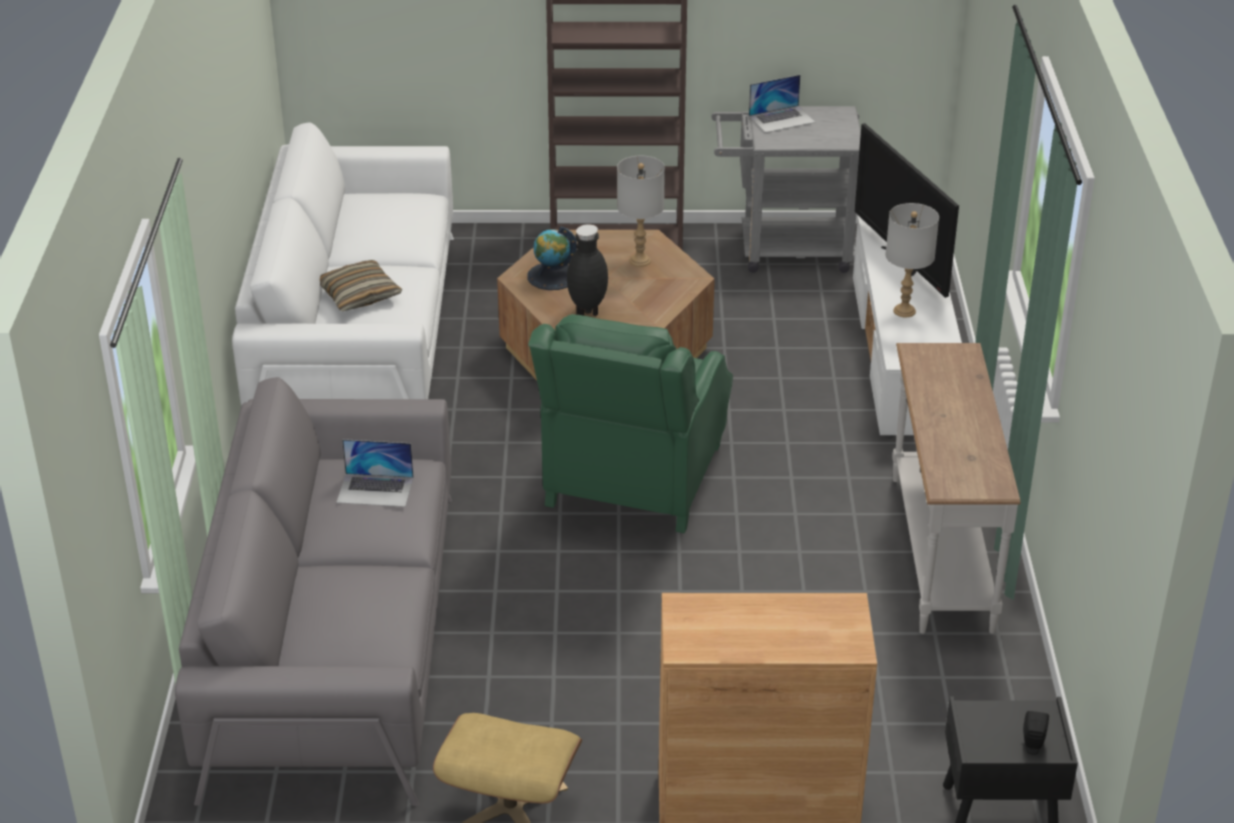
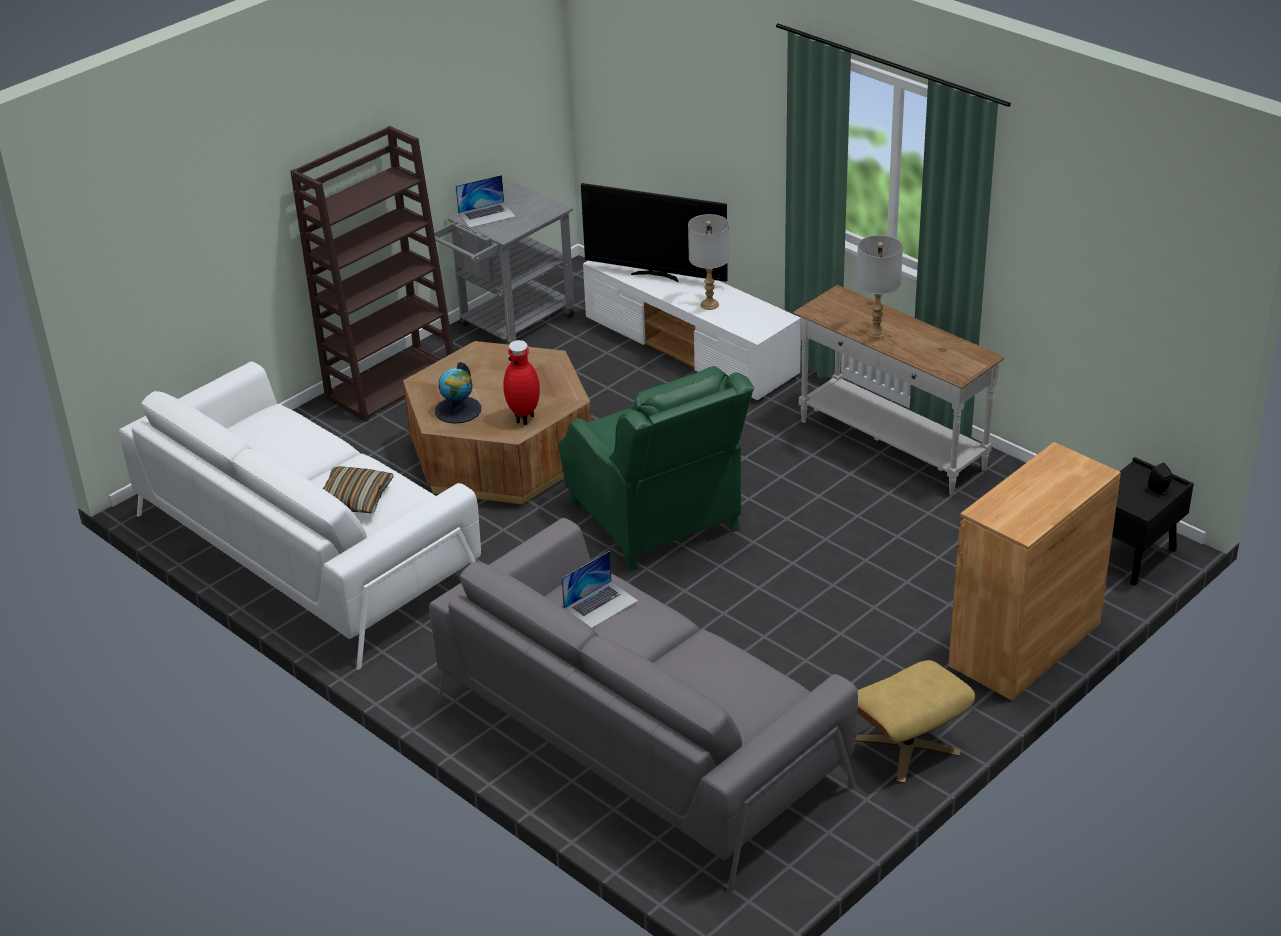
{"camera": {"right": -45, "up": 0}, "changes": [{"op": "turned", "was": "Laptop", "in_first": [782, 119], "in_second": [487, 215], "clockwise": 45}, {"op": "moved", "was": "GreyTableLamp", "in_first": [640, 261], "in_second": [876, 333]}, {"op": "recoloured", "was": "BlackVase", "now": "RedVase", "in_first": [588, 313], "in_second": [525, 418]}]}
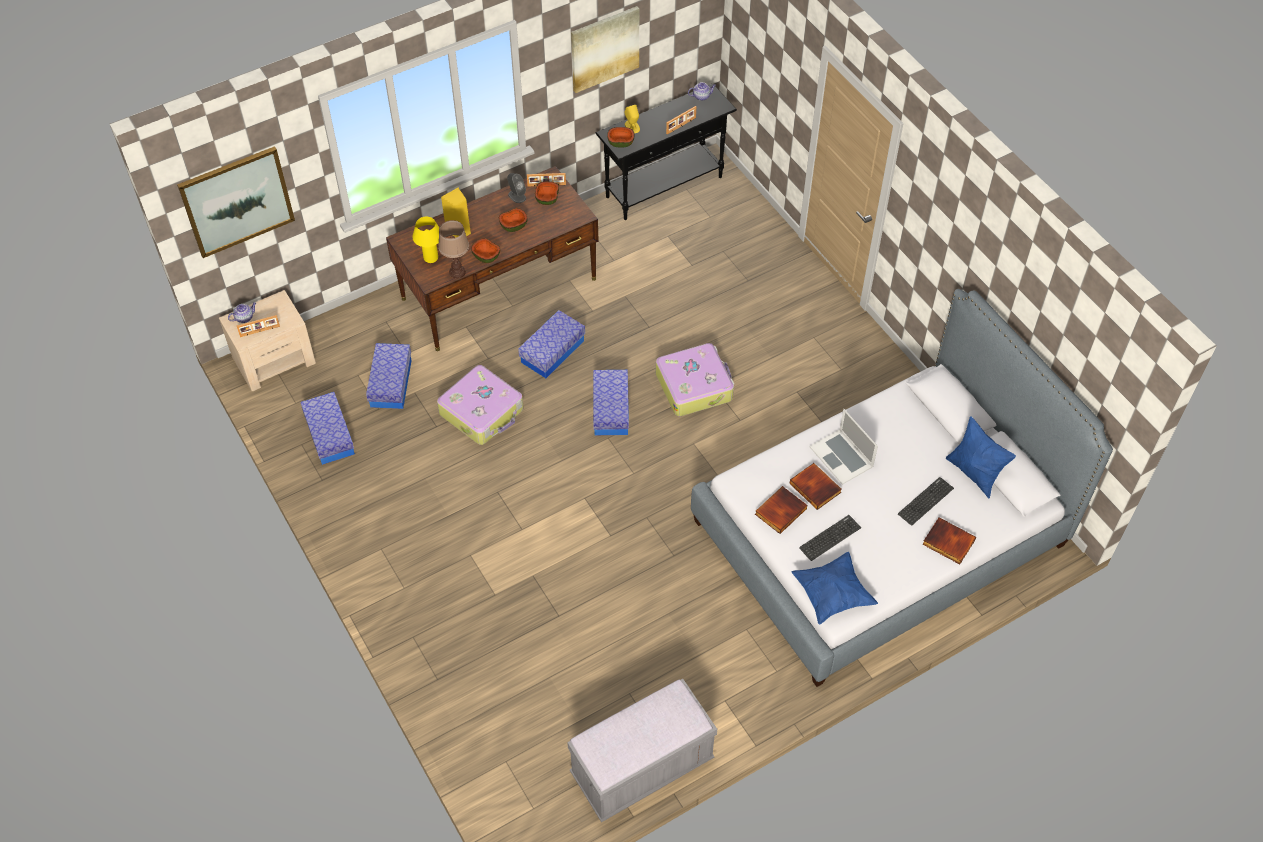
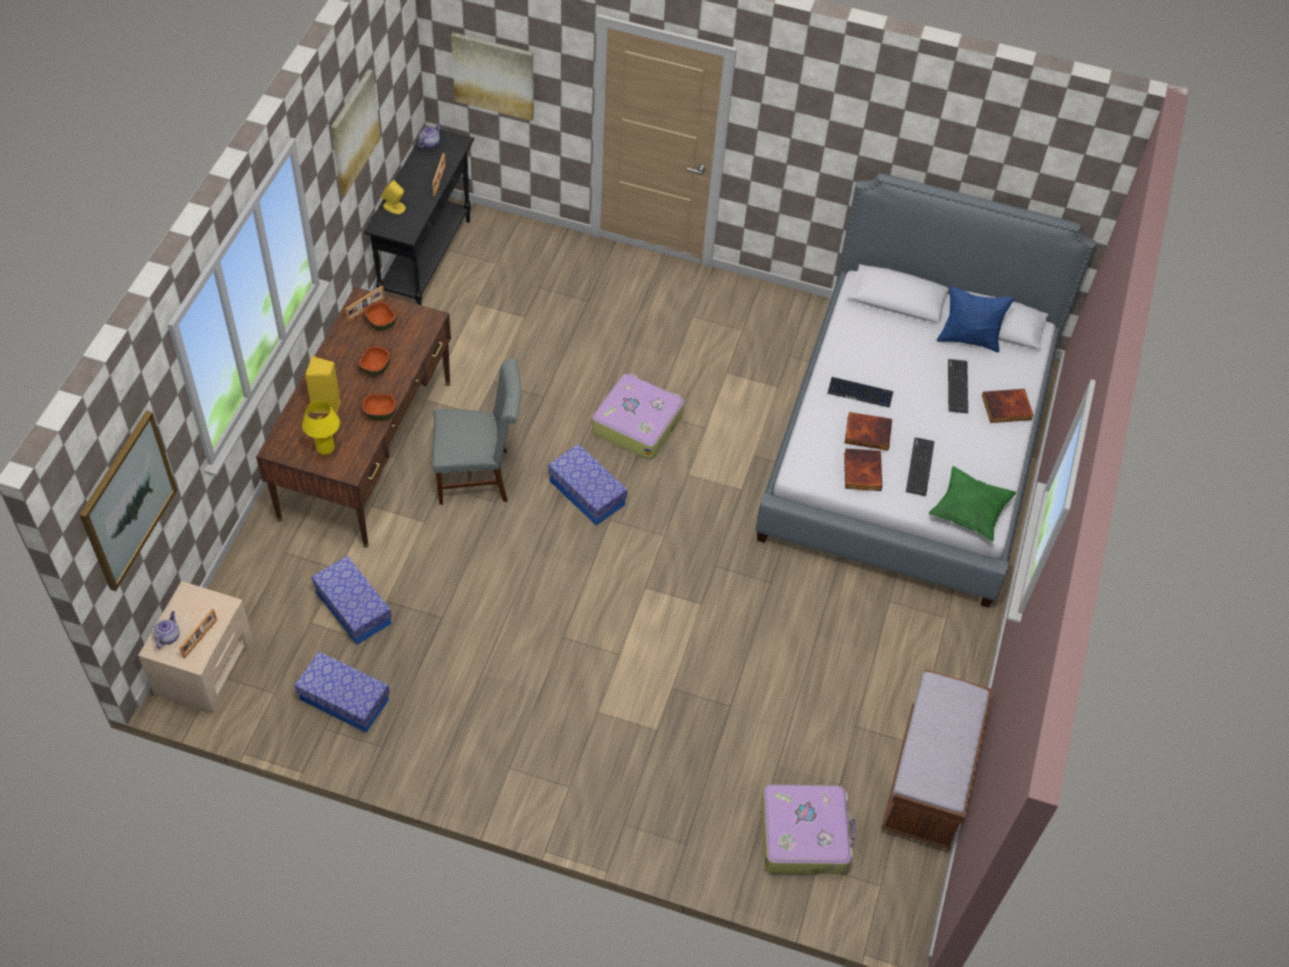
{"camera": {"right": -45, "up": 0}, "changes": [{"op": "removed", "was": "Bowl", "in_first": [620, 143]}, {"op": "removed", "was": "GreySpeaker", "in_first": [516, 196]}, {"op": "removed", "was": "BrownTableLamp", "in_first": [457, 272]}, {"op": "replaced", "was": "StorageBox", "now": "GreyChair", "in_first": [552, 352], "in_second": [479, 475]}, {"op": "moved", "was": "Suitcase", "in_first": [482, 412], "in_second": [804, 835]}, {"op": "replaced", "was": "Laptop", "now": "Keyboard", "in_first": [841, 456], "in_second": [860, 393]}, {"op": "recoloured", "was": "BluePillow", "now": "GreenPillow", "in_first": [832, 595], "in_second": [969, 512]}, {"op": "recoloured", "was": "GreyBench", "now": "BrownBench", "in_first": [642, 768], "in_second": [928, 779]}, {"op": "added", "now": "Picture", "in_second": [494, 75]}]}
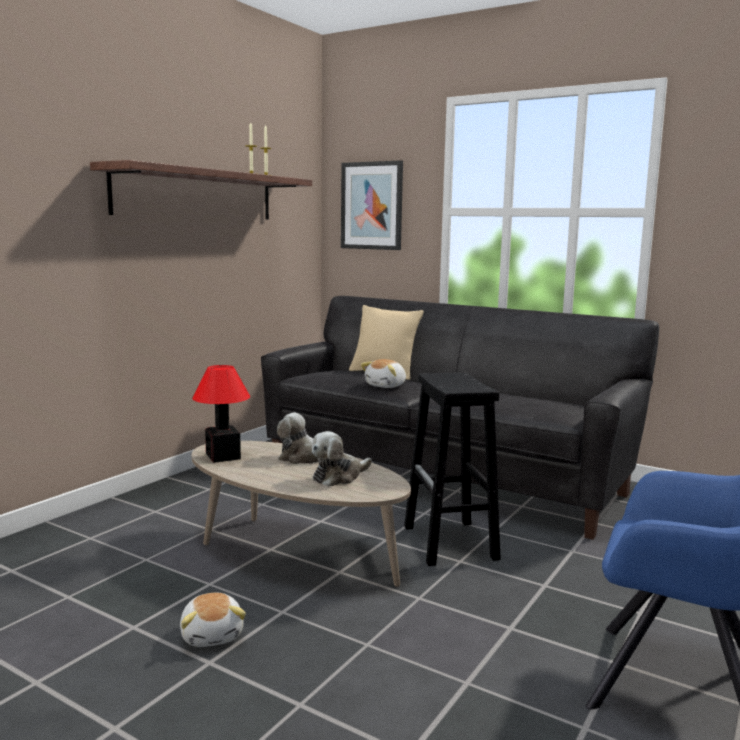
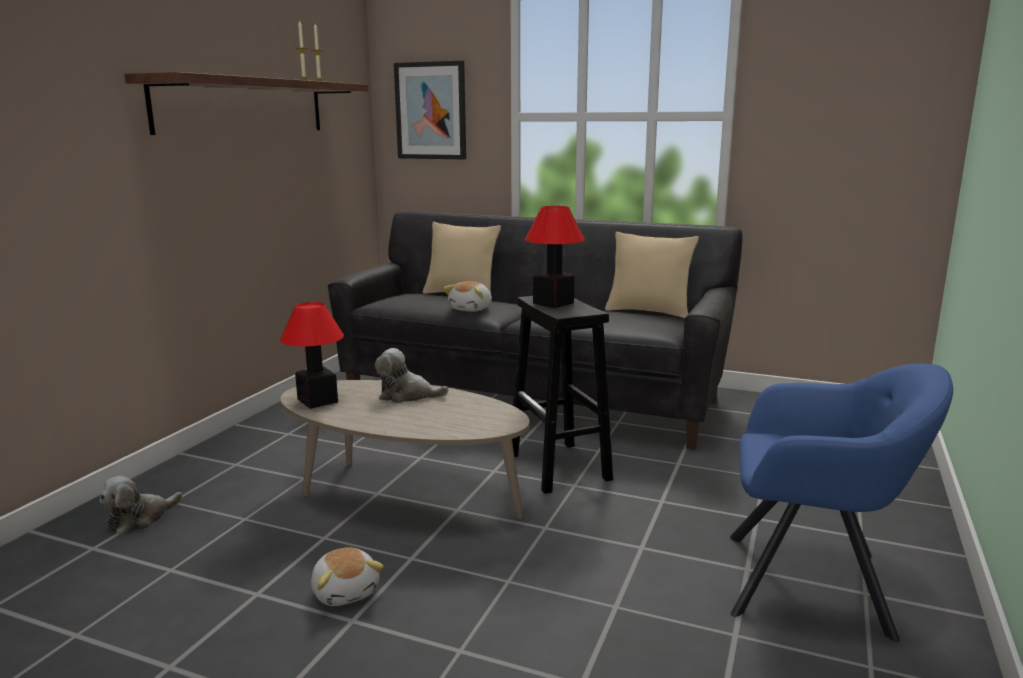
{"camera": {"right": -10, "up": 5}, "changes": [{"op": "moved", "was": "PlushToy", "in_first": [339, 477], "in_second": [140, 519]}, {"op": "added", "now": "TableLamp", "in_second": [554, 303]}, {"op": "added", "now": "BeigePillow", "in_second": [648, 312]}]}
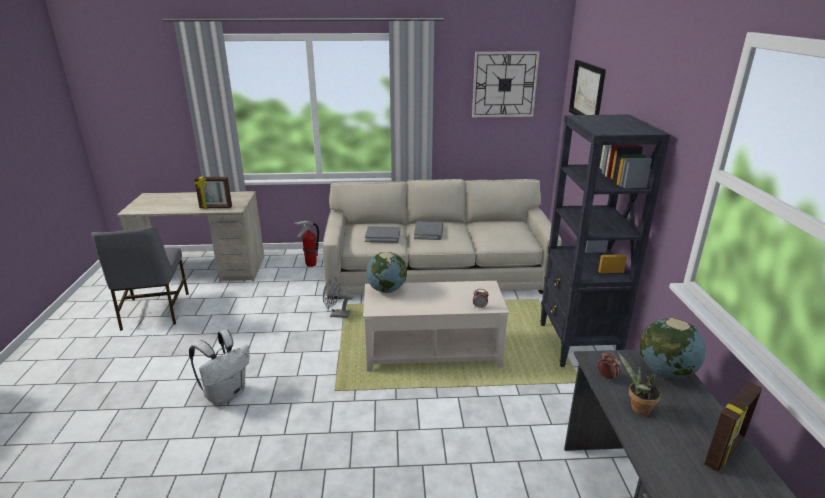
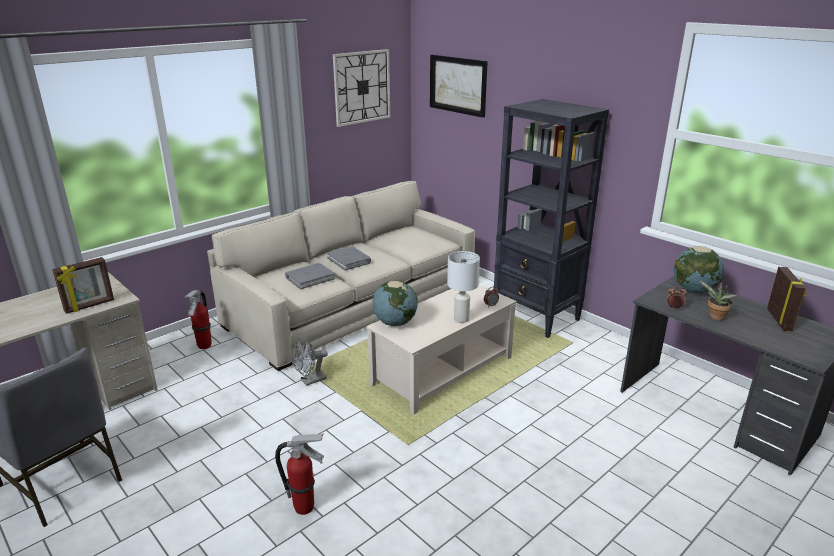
{"camera": {"right": -40, "up": 0}, "changes": [{"op": "replaced", "was": "WhiteBackpack", "now": "FireExtinguisher", "in_first": [226, 394], "in_second": [305, 508]}, {"op": "added", "now": "WhiteTableLamp", "in_second": [461, 319]}]}
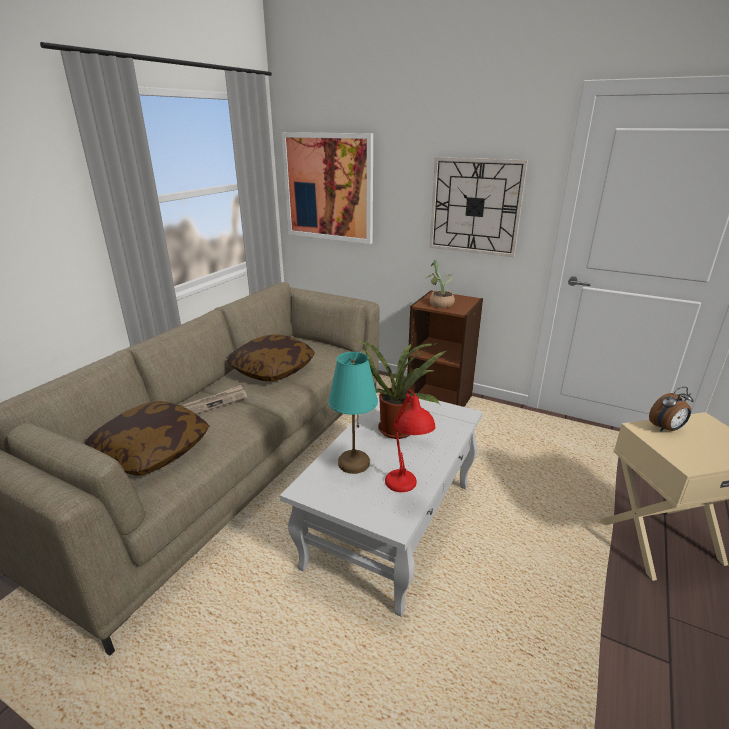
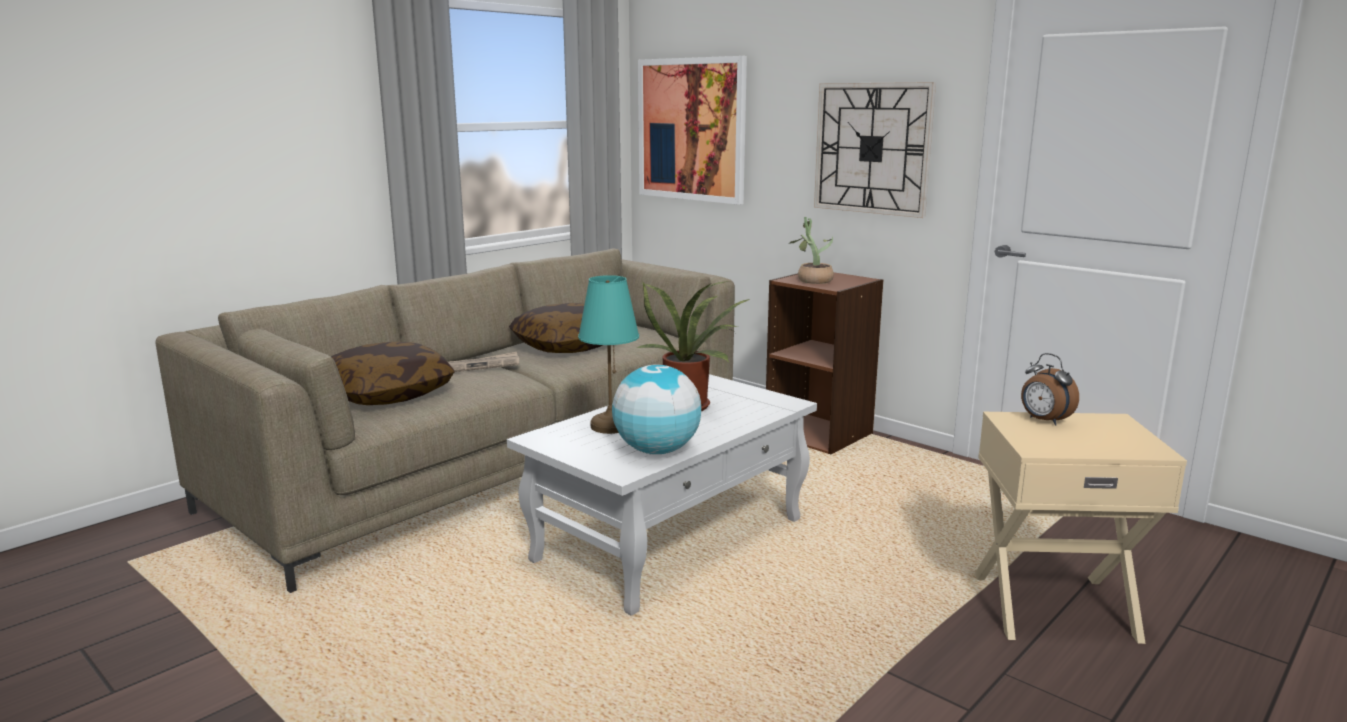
{"camera": {"right": 15, "up": -10}, "changes": [{"op": "turned", "was": "AlarmClock", "in_first": [666, 429], "in_second": [1044, 421], "clockwise": 60}, {"op": "replaced", "was": "RedTableLamp", "now": "Globe", "in_first": [406, 490], "in_second": [657, 451]}]}
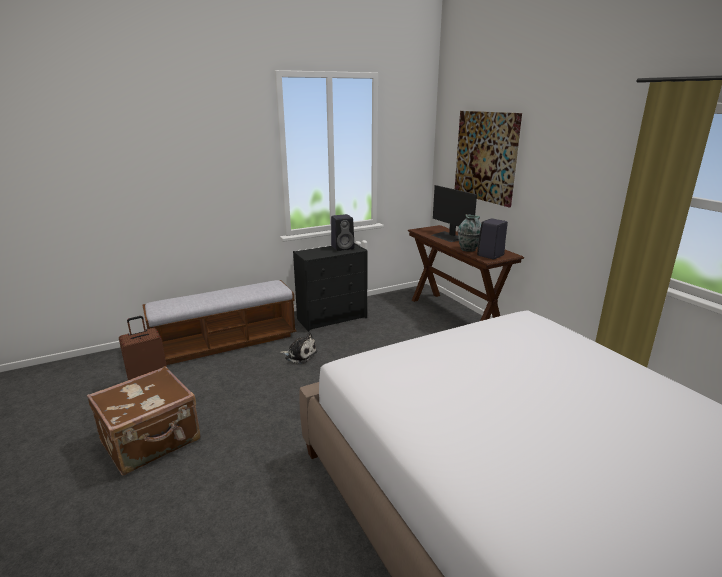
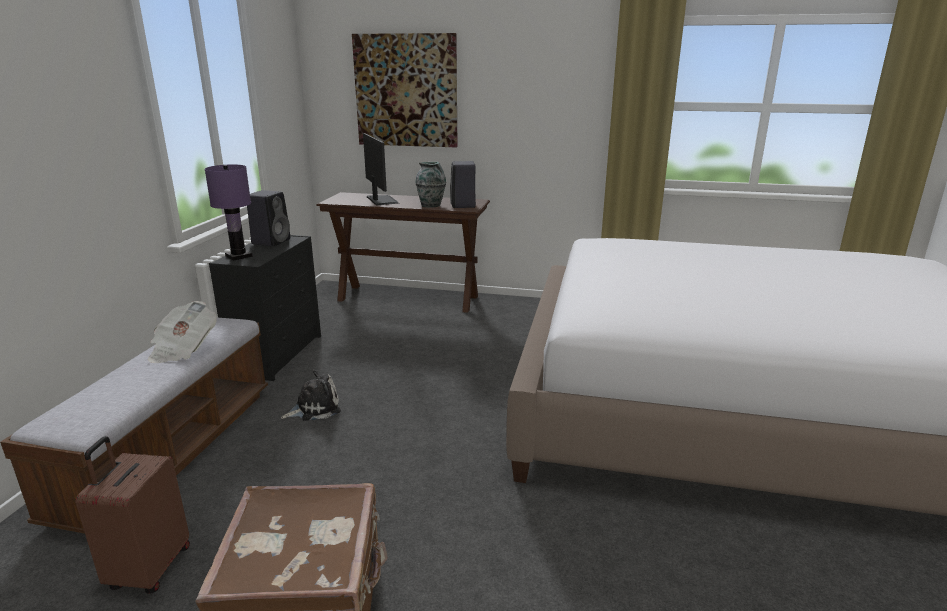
{"camera": {"right": -50, "up": 0}, "changes": [{"op": "turned", "was": "Monitor", "in_first": [448, 237], "in_second": [381, 200], "clockwise": -120}, {"op": "added", "now": "PurpleTableLamp", "in_second": [239, 256]}, {"op": "added", "now": "Newspaper", "in_second": [183, 349]}]}
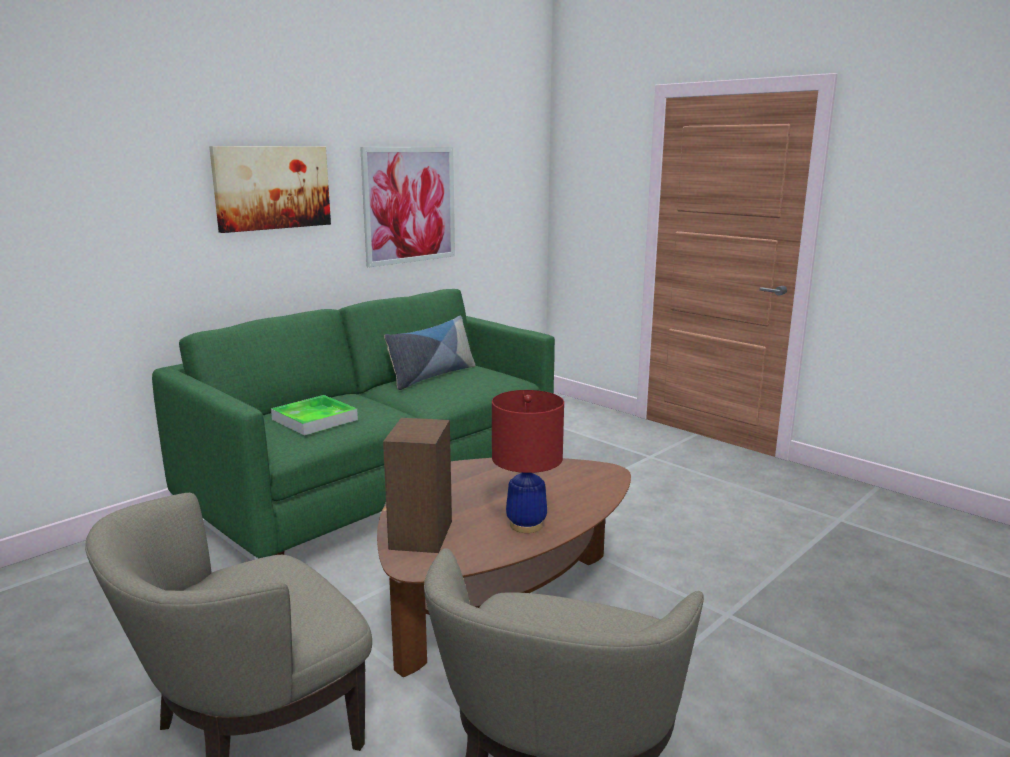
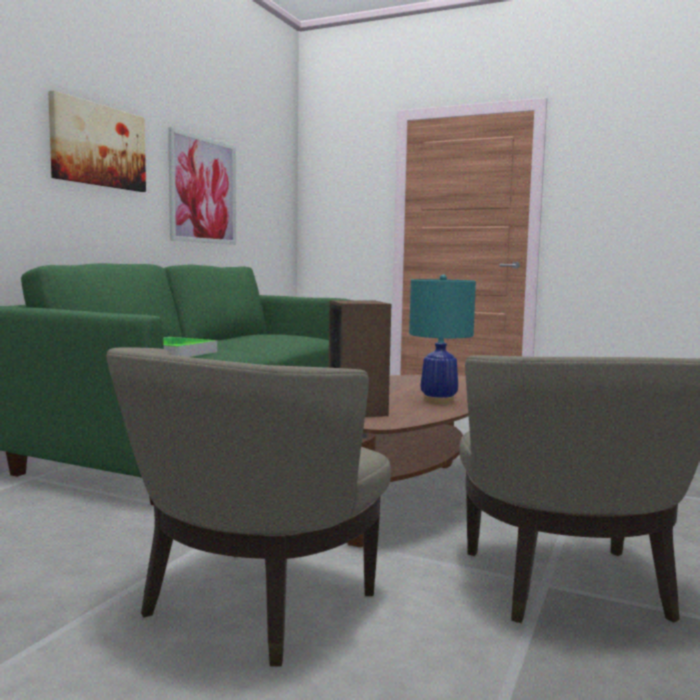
{"camera": {"right": -20, "up": -10}, "changes": [{"op": "removed", "was": "Pillow", "in_first": [432, 376]}, {"op": "recoloured", "was": "RedTableLamp", "now": "TurquoiseTableLamp", "in_first": [526, 525], "in_second": [438, 400]}]}
